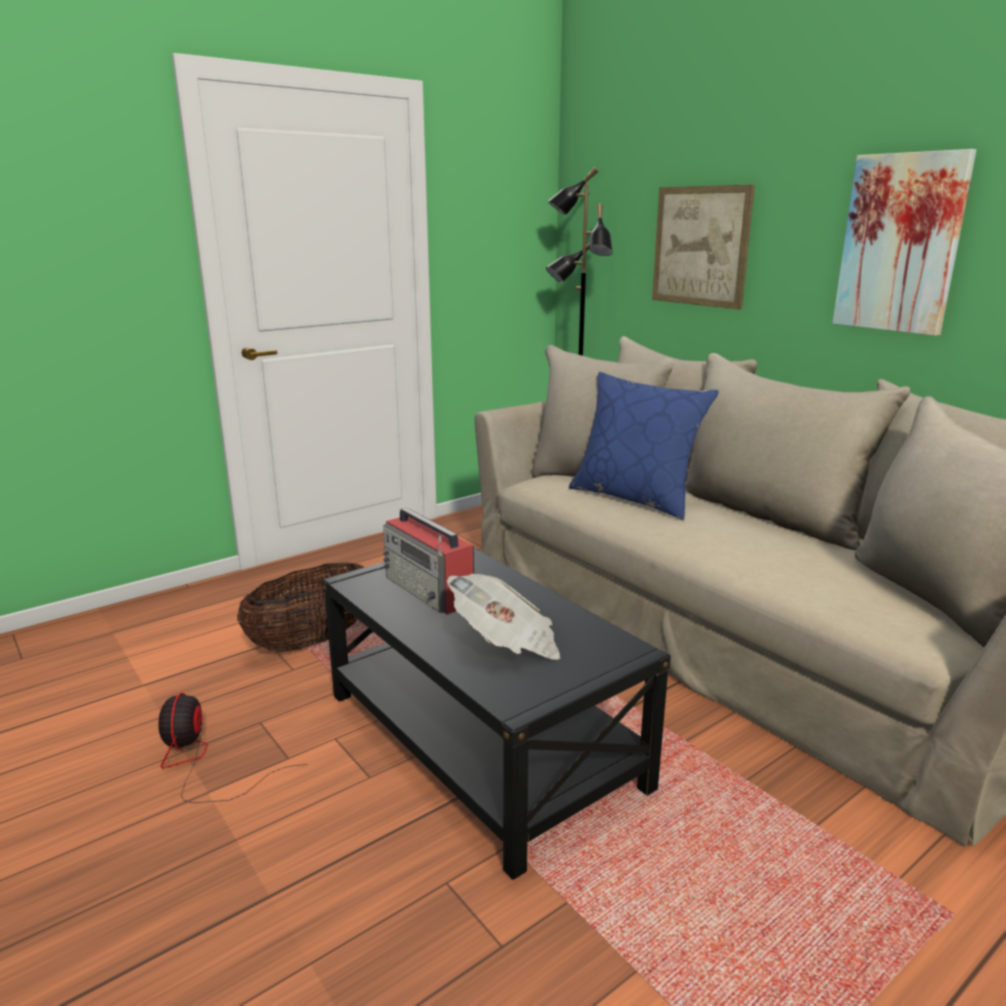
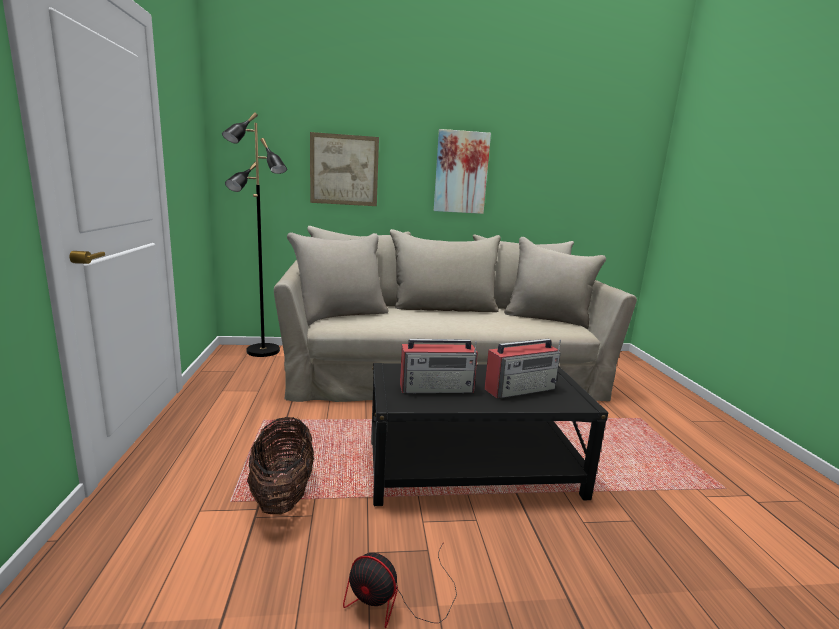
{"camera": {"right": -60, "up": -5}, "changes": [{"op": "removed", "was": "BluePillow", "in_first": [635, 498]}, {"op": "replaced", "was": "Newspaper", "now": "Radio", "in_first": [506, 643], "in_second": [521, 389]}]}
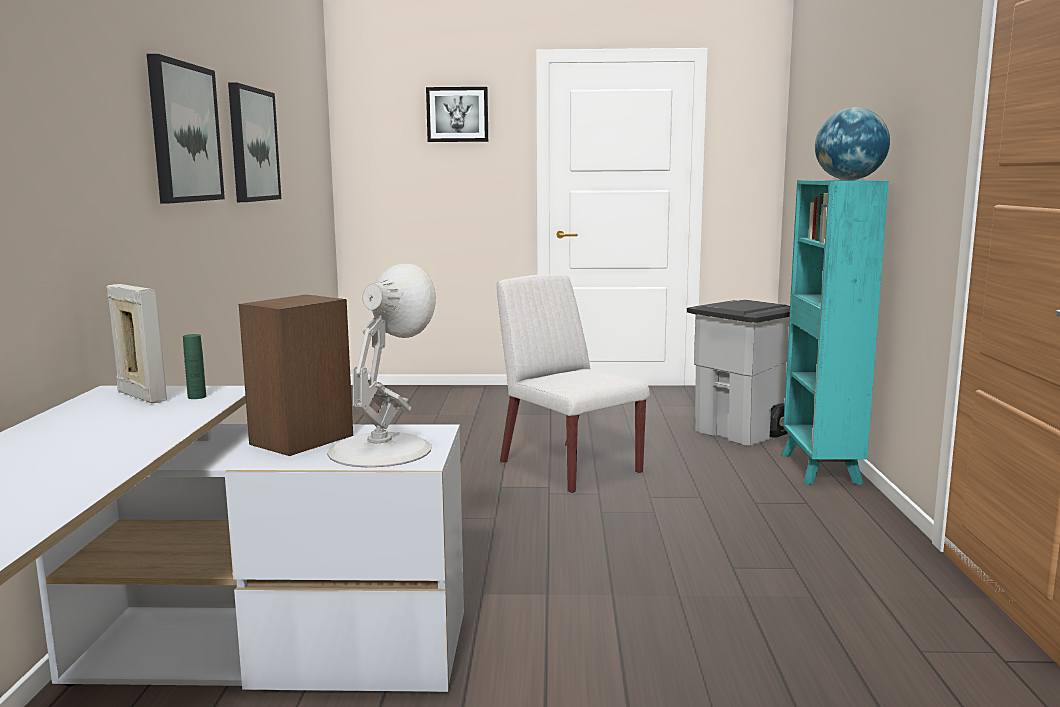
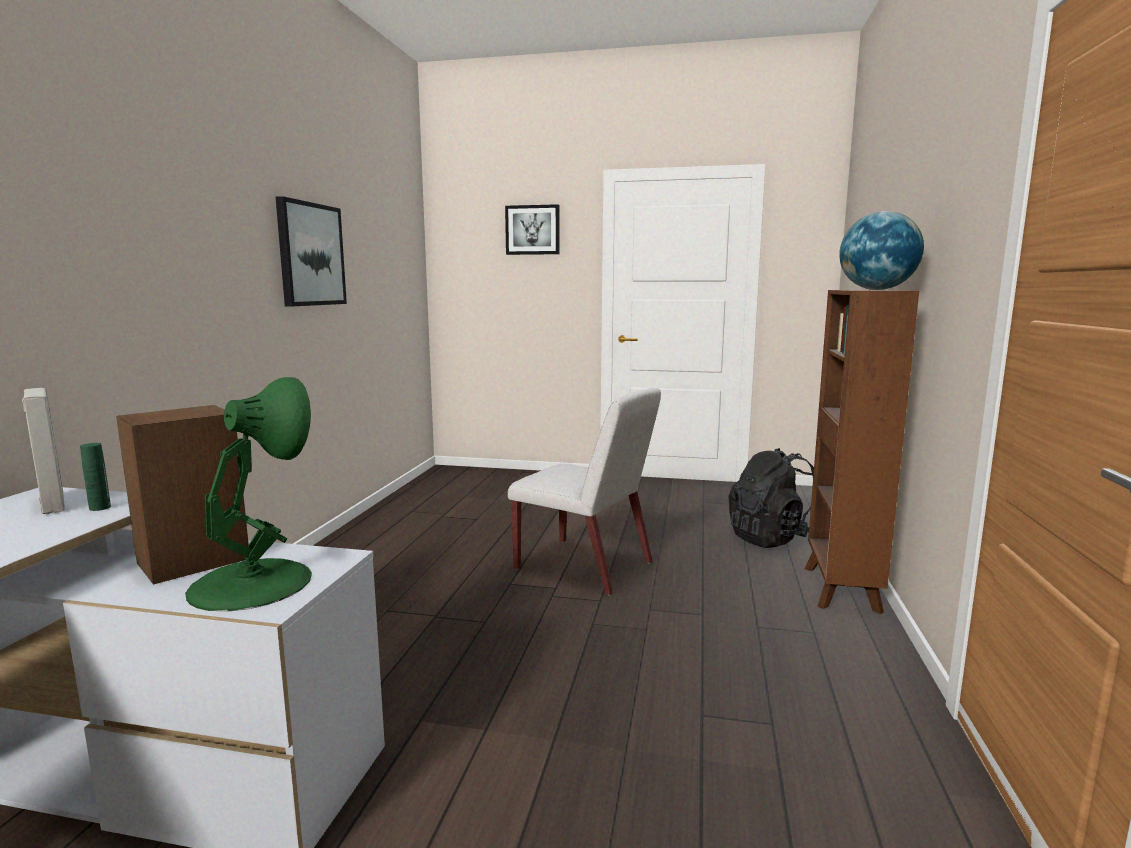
{"camera": {"right": 10, "up": 0}, "changes": [{"op": "removed", "was": "Picture", "in_first": [183, 133]}, {"op": "recoloured", "was": "TurquoiseBookcase", "now": "BrownBookcase", "in_first": [820, 469], "in_second": [841, 590]}, {"op": "recoloured", "was": "WhiteTableLamp", "now": "GreenTableLamp", "in_first": [381, 449], "in_second": [253, 583]}, {"op": "turned", "was": "WhiteChair", "in_first": [568, 467], "in_second": [585, 566], "clockwise": 150}, {"op": "replaced", "was": "GreyTrashCan", "now": "BlackBackpack", "in_first": [742, 433], "in_second": [773, 539]}]}
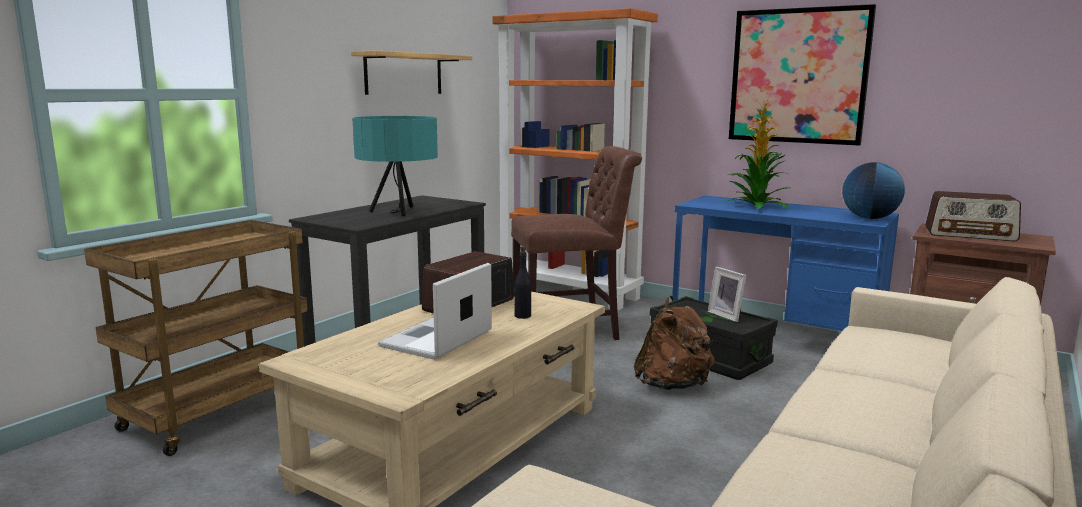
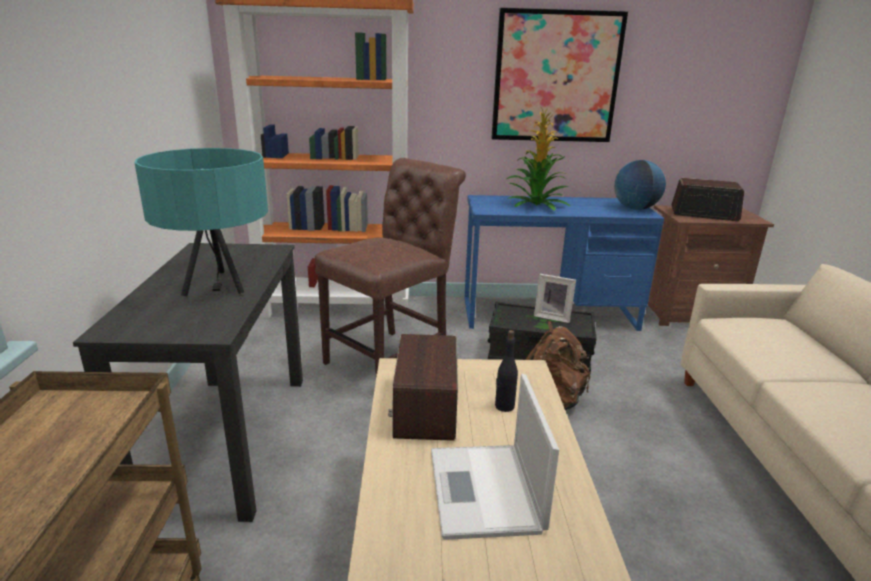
{"camera": {"right": -35, "up": 10}, "changes": [{"op": "removed", "was": "Shelf", "in_first": [404, 74]}, {"op": "turned", "was": "Radio", "in_first": [970, 234], "in_second": [703, 214], "clockwise": -150}]}
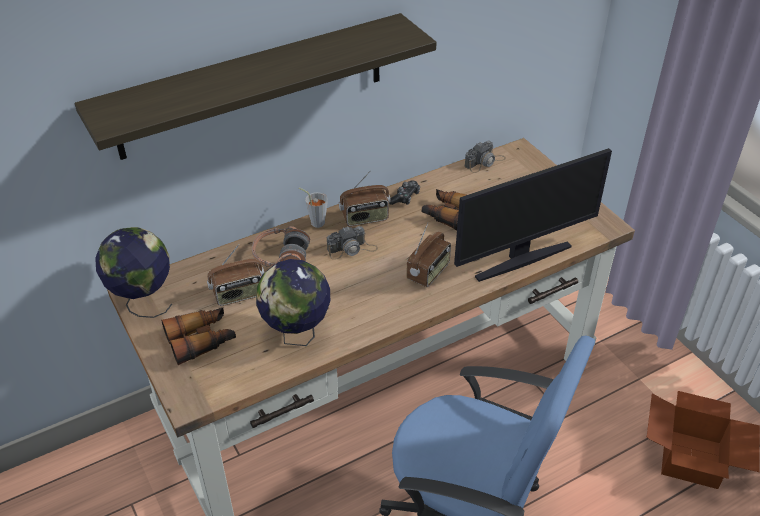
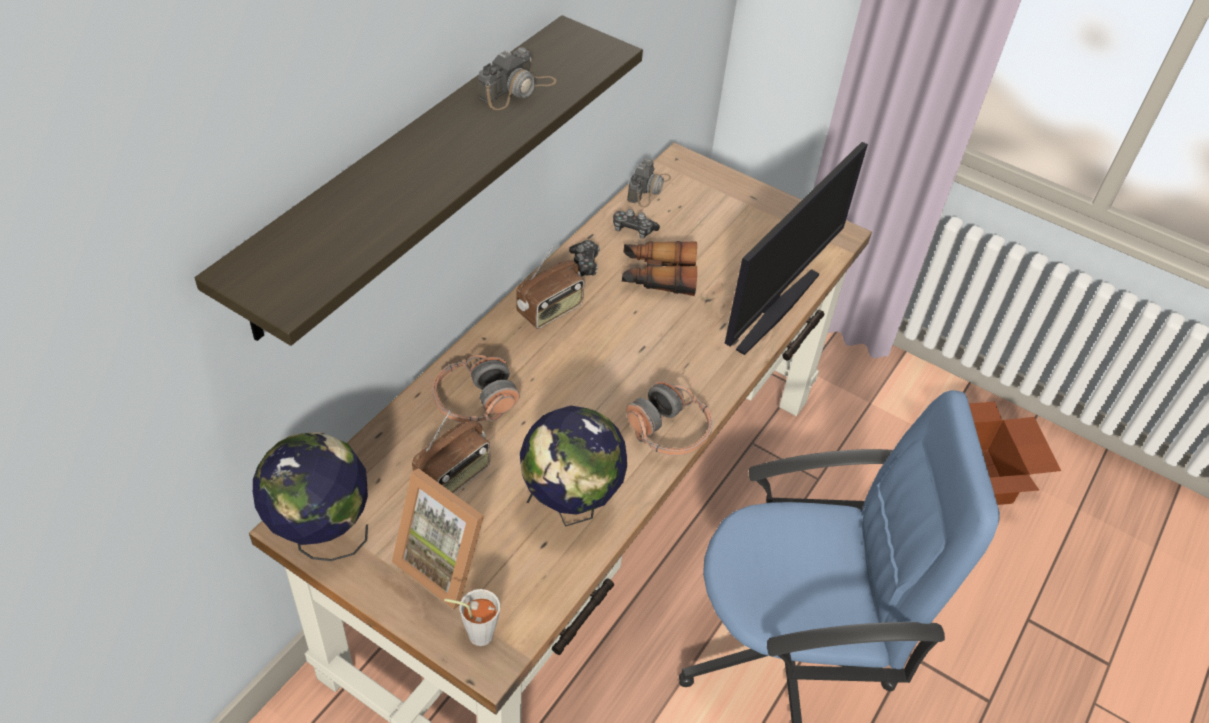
{"camera": {"right": -30, "up": 5}, "changes": [{"op": "moved", "was": "GreyCup", "in_first": [315, 221], "in_second": [474, 633]}, {"op": "removed", "was": "Radio", "in_first": [429, 272]}, {"op": "moved", "was": "PhotoCamera", "in_first": [352, 249], "in_second": [517, 89]}, {"op": "replaced", "was": "Binoculars", "now": "PictureFrame", "in_first": [201, 340], "in_second": [446, 563]}, {"op": "added", "now": "GameController", "in_second": [633, 229]}, {"op": "added", "now": "Headphones", "in_second": [668, 431]}]}
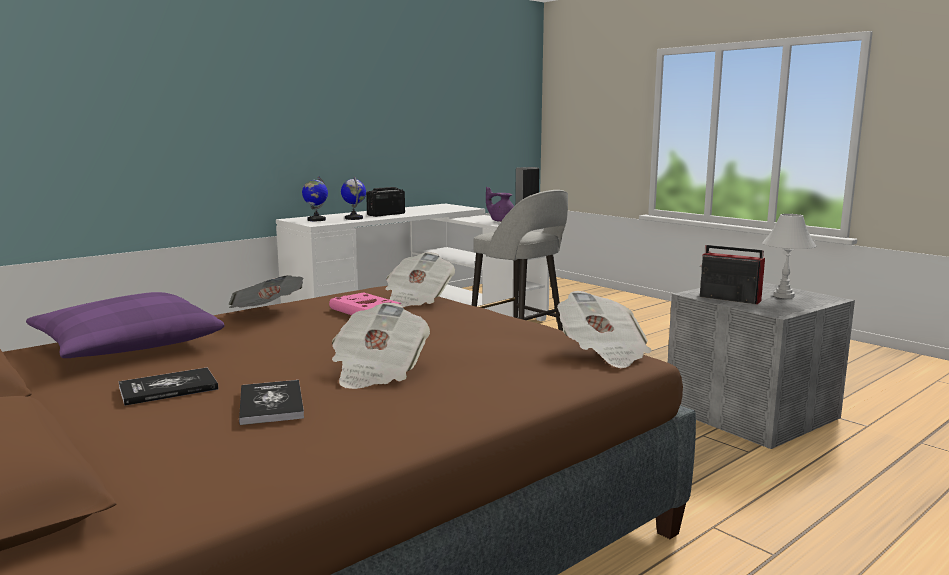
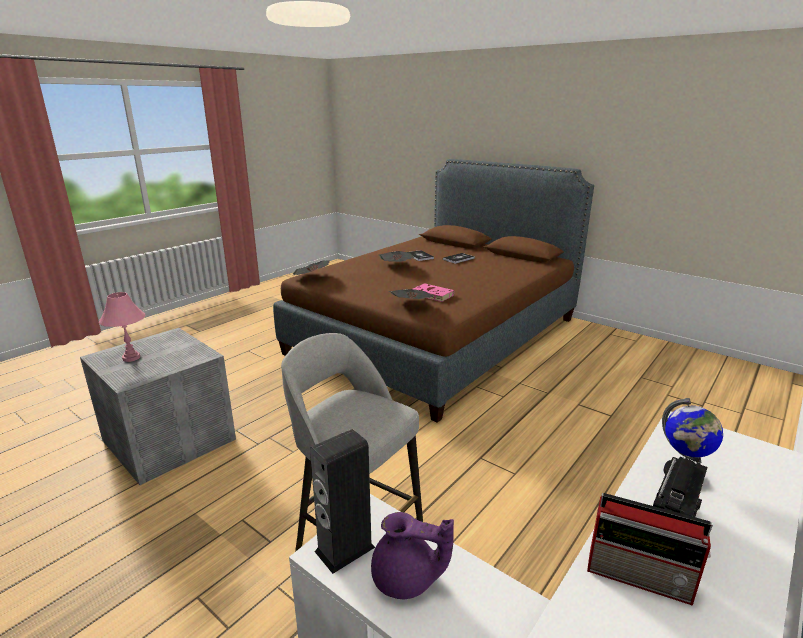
{"camera": {"right": 170, "up": 10}, "changes": [{"op": "removed", "was": "Globe", "in_first": [316, 220]}, {"op": "recoloured", "was": "WhiteTableLamp", "now": "PinkTableLamp", "in_first": [784, 296], "in_second": [131, 357]}, {"op": "moved", "was": "Radio", "in_first": [728, 299], "in_second": [641, 576]}, {"op": "removed", "was": "Newspaper", "in_first": [267, 313]}, {"op": "removed", "was": "PurplePillow", "in_first": [127, 345]}]}
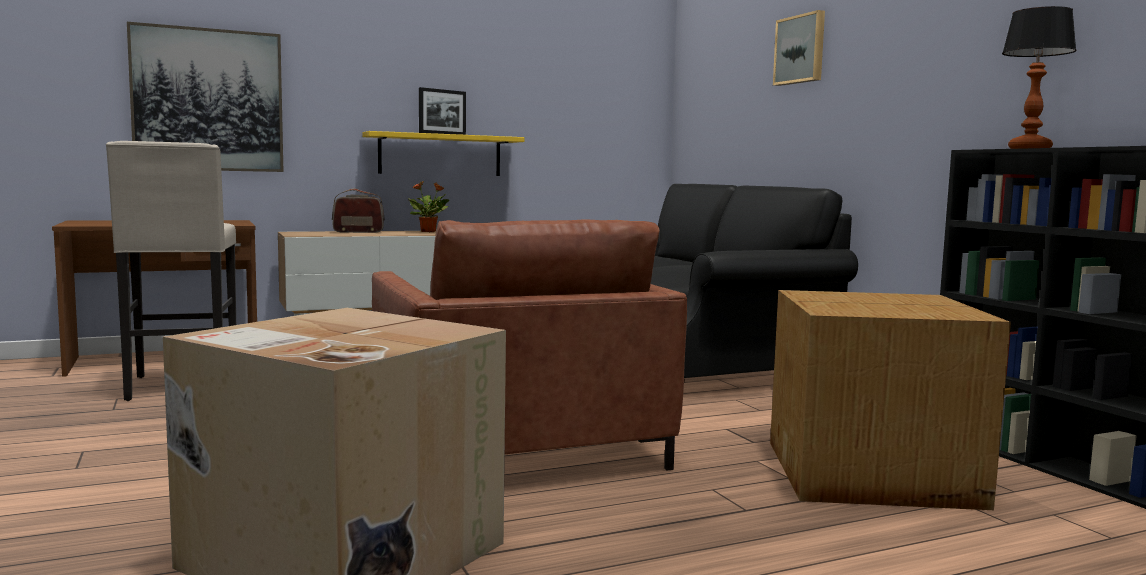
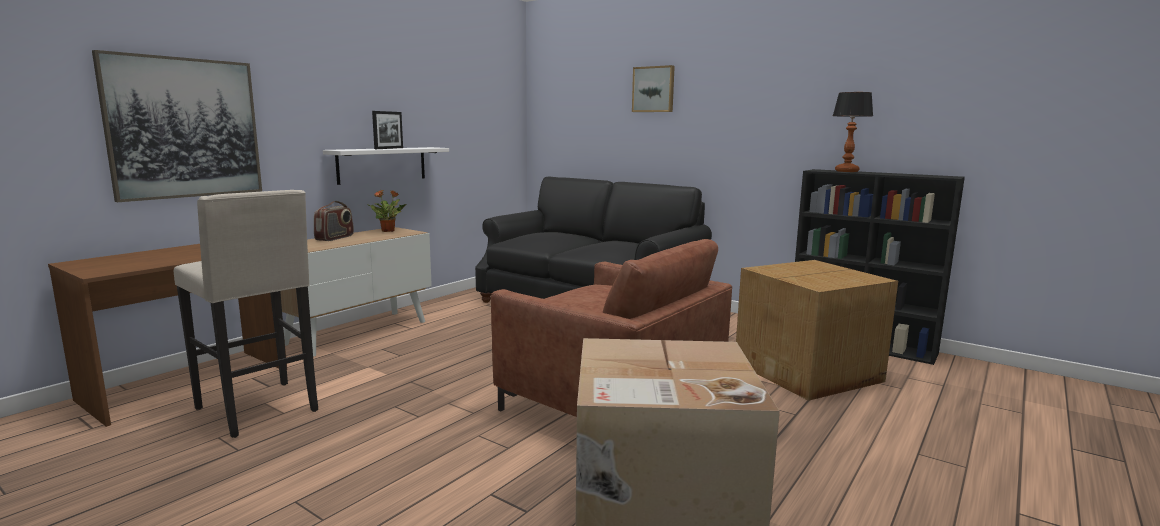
{"camera": {"right": -30, "up": 5}, "changes": [{"op": "recoloured", "was": "YellowShelf", "now": "WhiteShelf", "in_first": [440, 155], "in_second": [382, 165]}, {"op": "turned", "was": "Radio", "in_first": [358, 232], "in_second": [335, 238], "clockwise": 150}]}
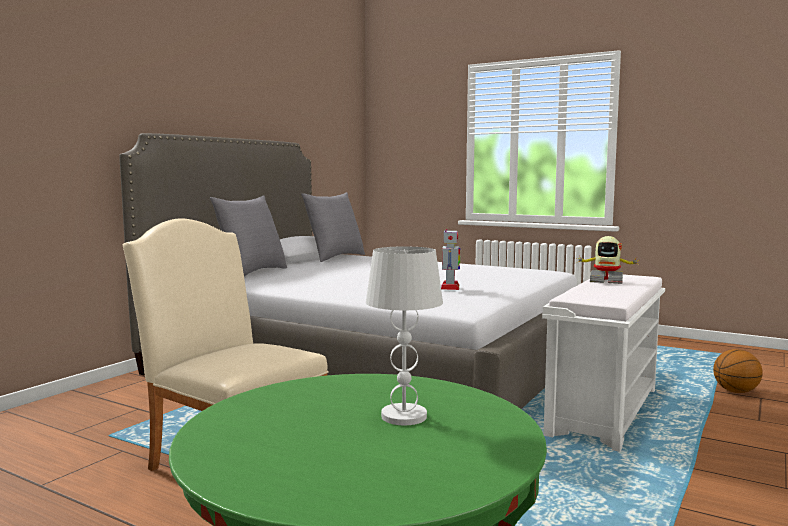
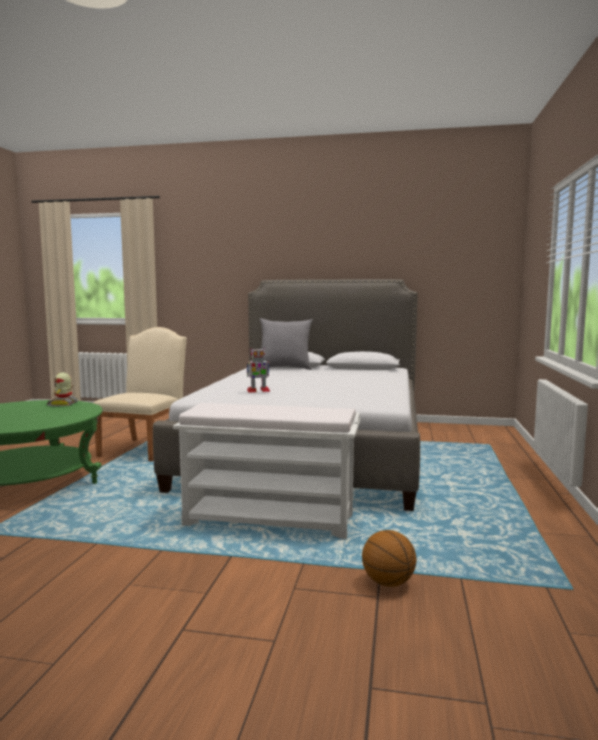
{"camera": {"right": 70, "up": 0}, "changes": [{"op": "removed", "was": "GreyPillow", "in_first": [334, 257]}, {"op": "moved", "was": "ToyRobot", "in_first": [606, 281], "in_second": [63, 404]}, {"op": "removed", "was": "WhiteTableLamp", "in_first": [403, 416]}]}
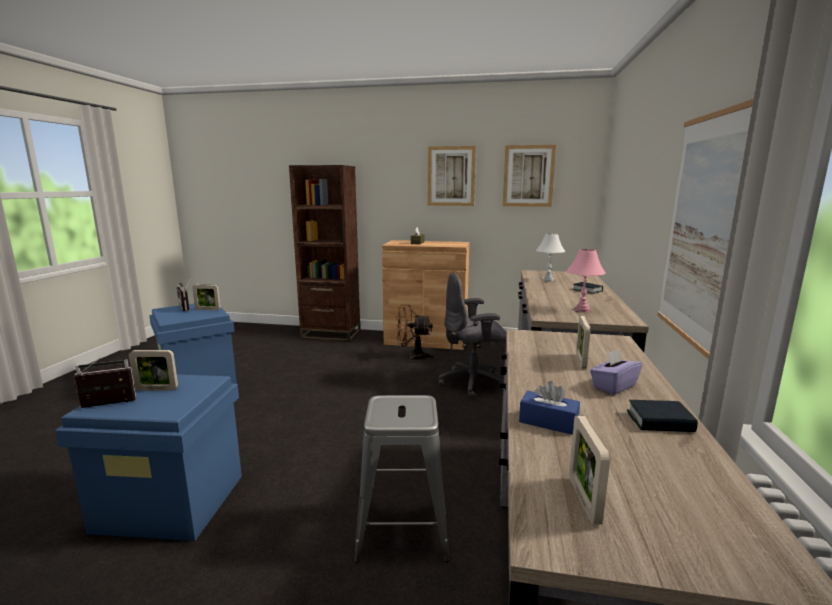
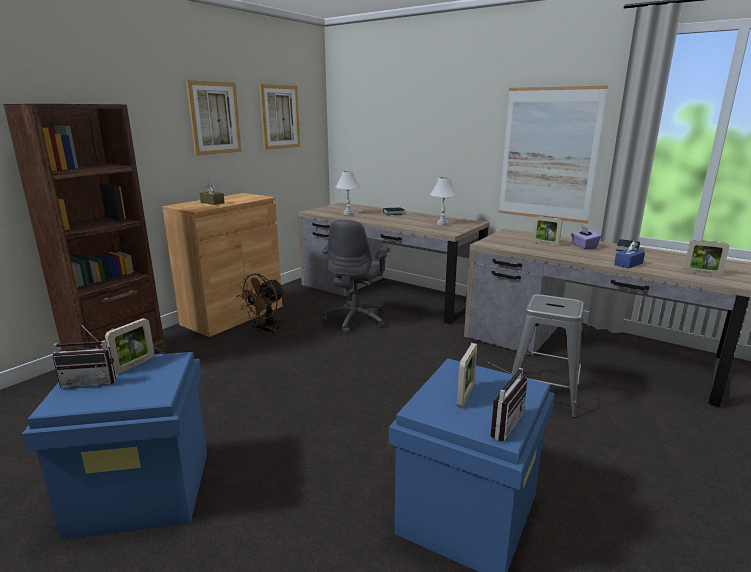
{"camera": {"right": -65, "up": 5}, "changes": [{"op": "recoloured", "was": "PinkTableLamp", "now": "WhiteTableLamp", "in_first": [581, 310], "in_second": [442, 224]}, {"op": "turned", "was": "Radio", "in_first": [107, 406], "in_second": [500, 423], "clockwise": -150}]}
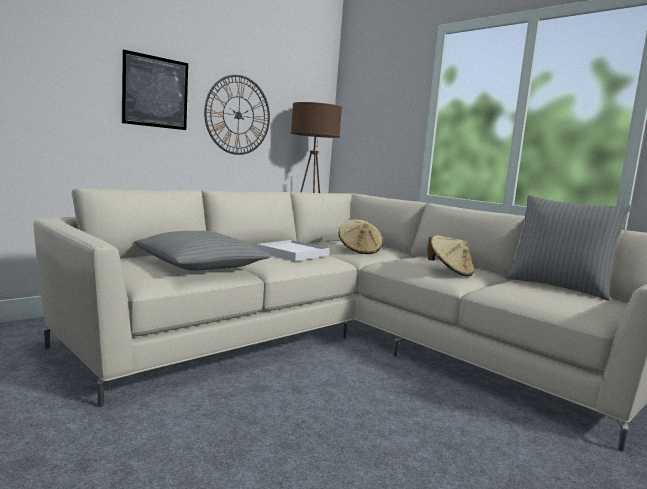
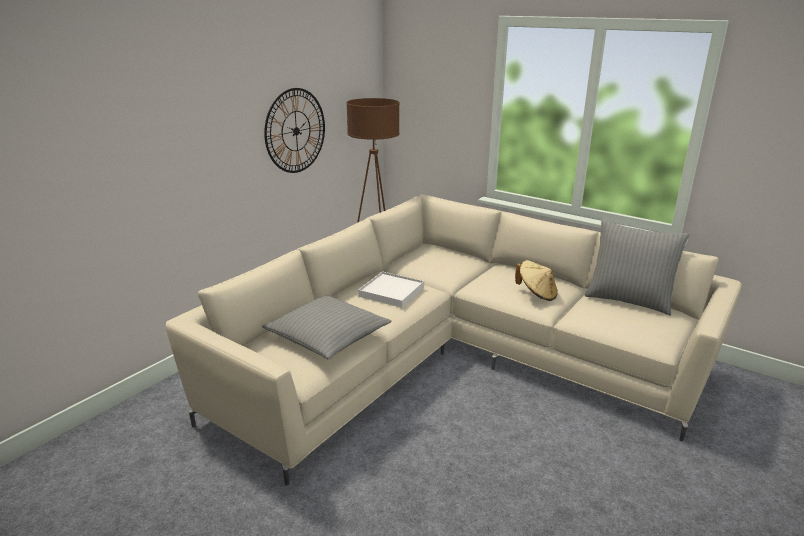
{"camera": {"right": -10, "up": 15}, "changes": [{"op": "removed", "was": "Picture", "in_first": [155, 92]}, {"op": "removed", "was": "BeigeHat", "in_first": [359, 250]}]}
